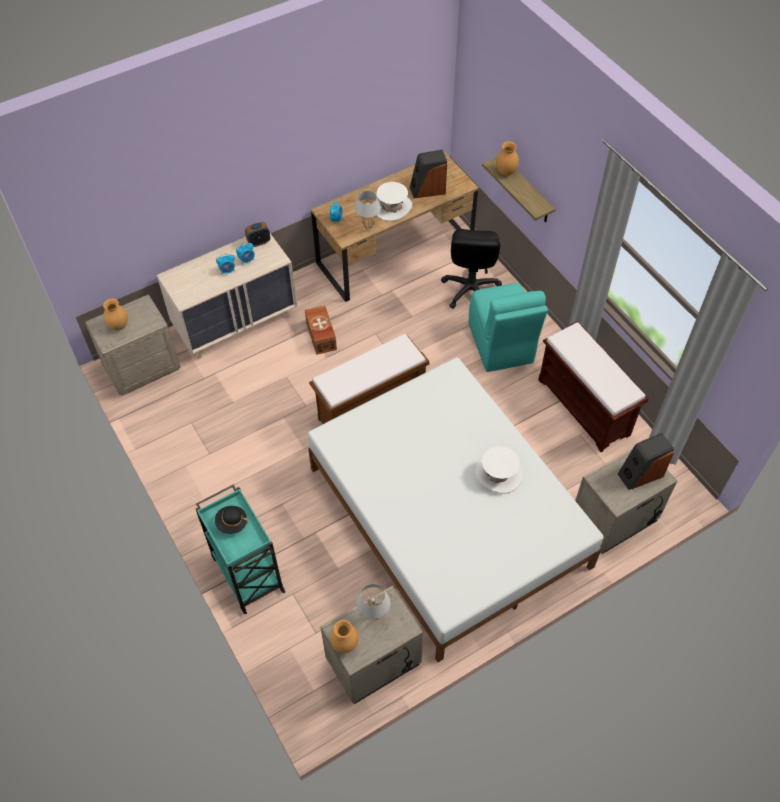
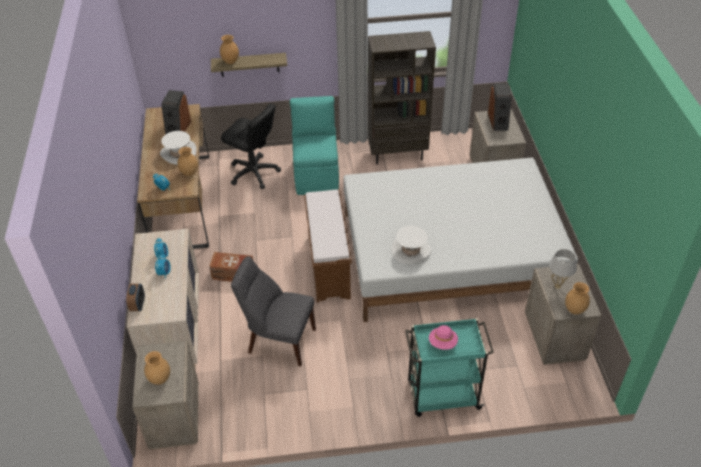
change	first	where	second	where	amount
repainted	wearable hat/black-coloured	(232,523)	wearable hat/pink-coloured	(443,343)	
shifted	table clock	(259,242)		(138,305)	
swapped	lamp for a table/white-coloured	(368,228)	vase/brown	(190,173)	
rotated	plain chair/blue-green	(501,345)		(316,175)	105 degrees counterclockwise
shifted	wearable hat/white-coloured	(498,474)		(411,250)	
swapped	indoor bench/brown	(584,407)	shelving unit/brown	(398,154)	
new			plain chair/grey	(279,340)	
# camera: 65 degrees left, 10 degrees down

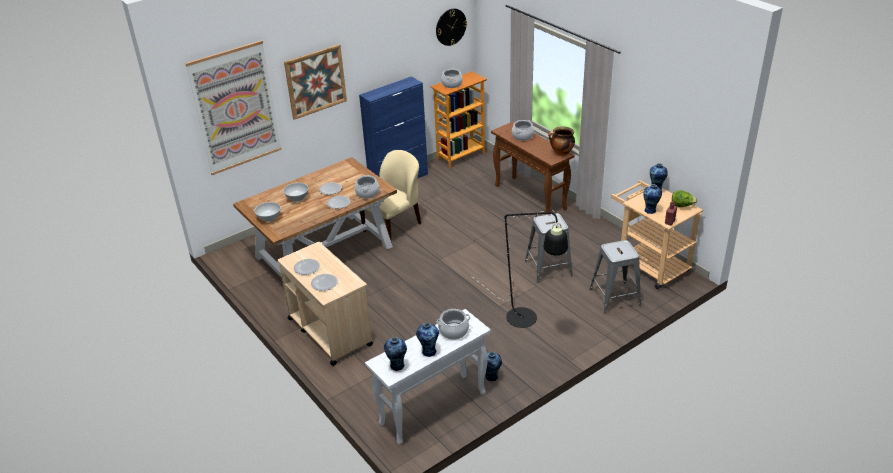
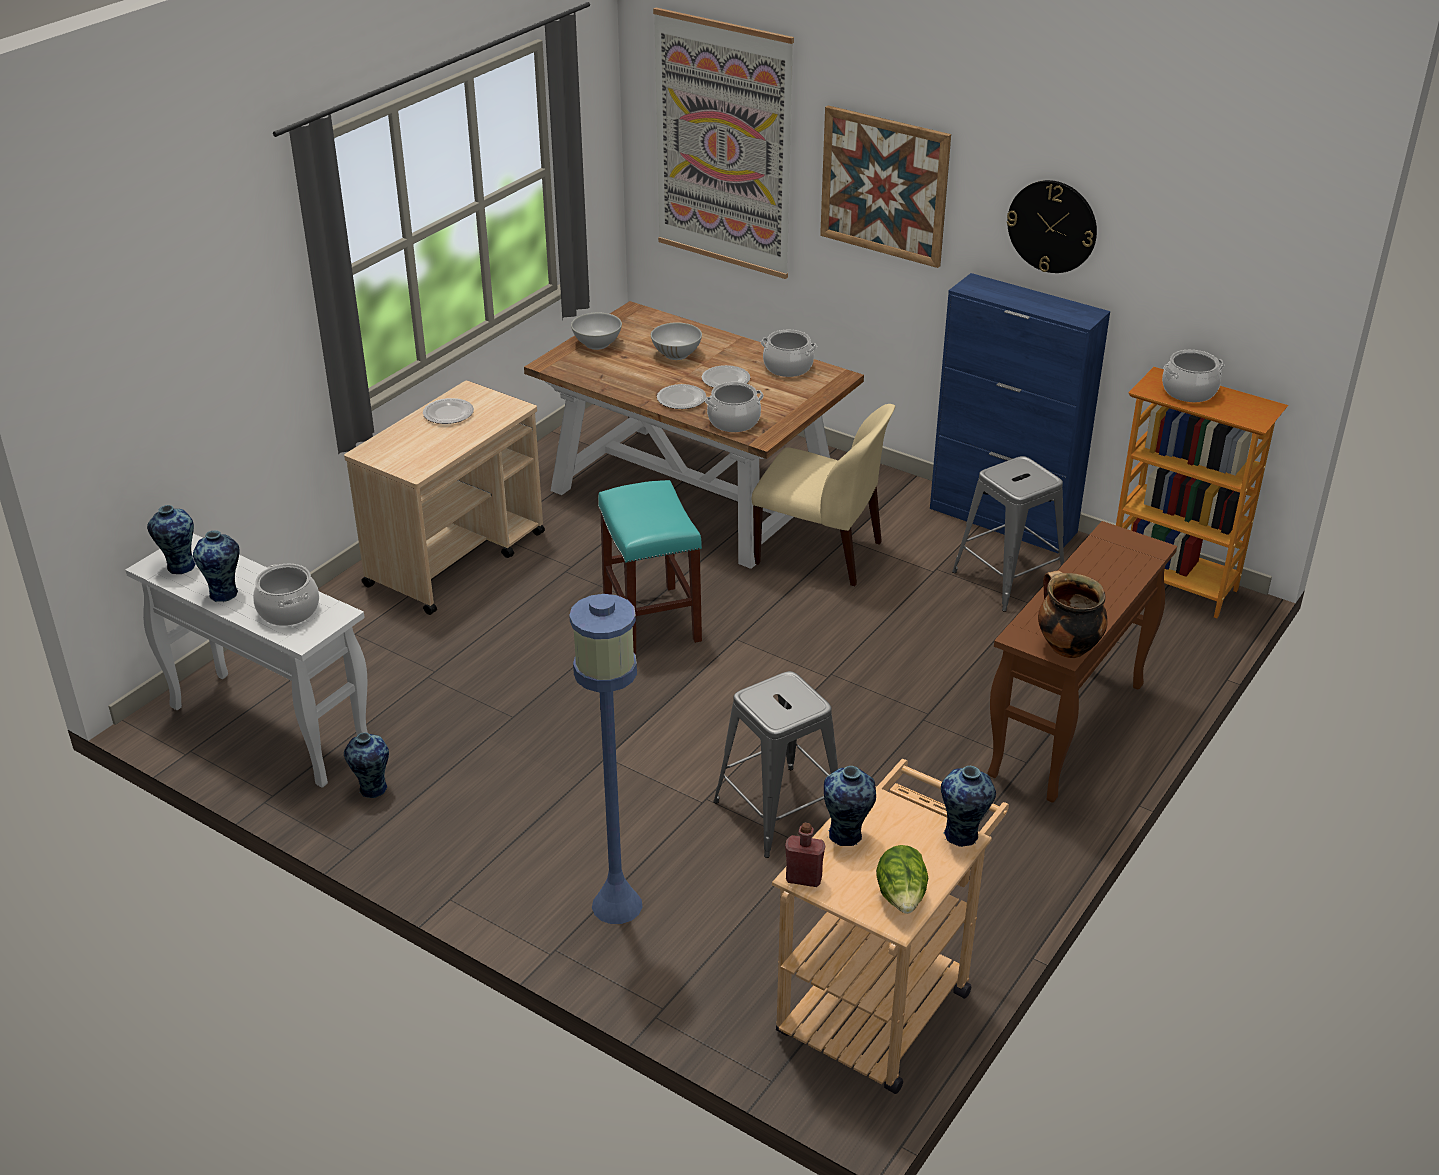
change	first	where	second	where	amount
gone	dinner plate	(324,283)			
shifted	wall clock	(450,27)		(1052,226)	
gone	floor lamp/black-coloured	(527,321)			
shifted	stockpot	(523,136)		(788,367)	
shifted	stool seat/grey	(615,297)		(1008,579)	
new			floor lamp/blue-coloured	(616,905)	
new			stool seat/blue-green	(653,620)	
# camera: 70 degrees right, 0 degrees up

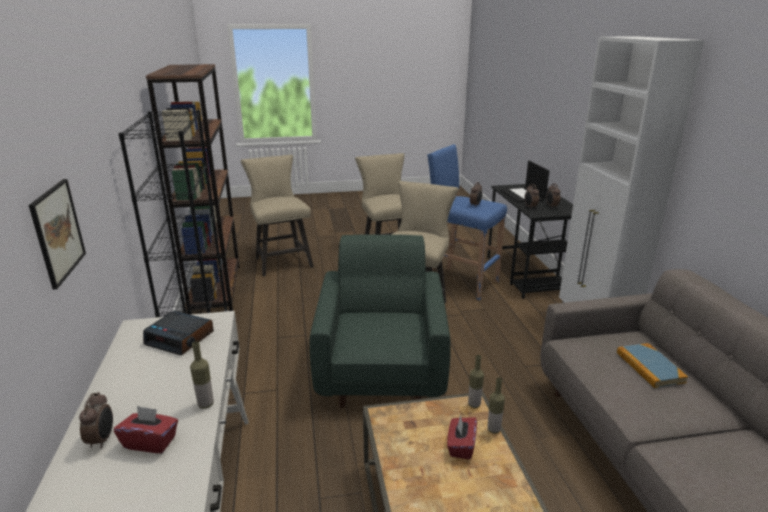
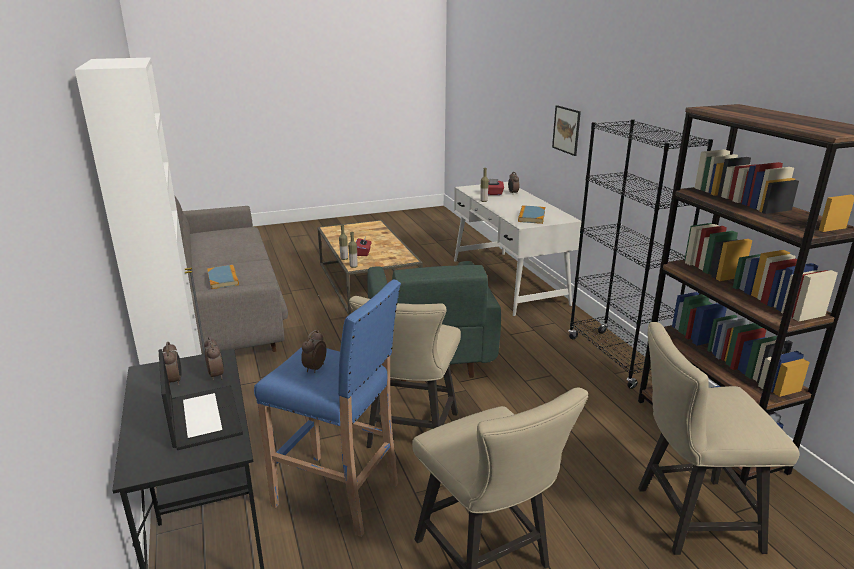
change	first	where	second	where	amount
swapped	table clock	(180,338)	bound book	(531,216)	
rotated	plain chair/beige	(281,261)		(688,518)	120 degrees clockwise
# camera: 170 degrees right, 0 degrees up

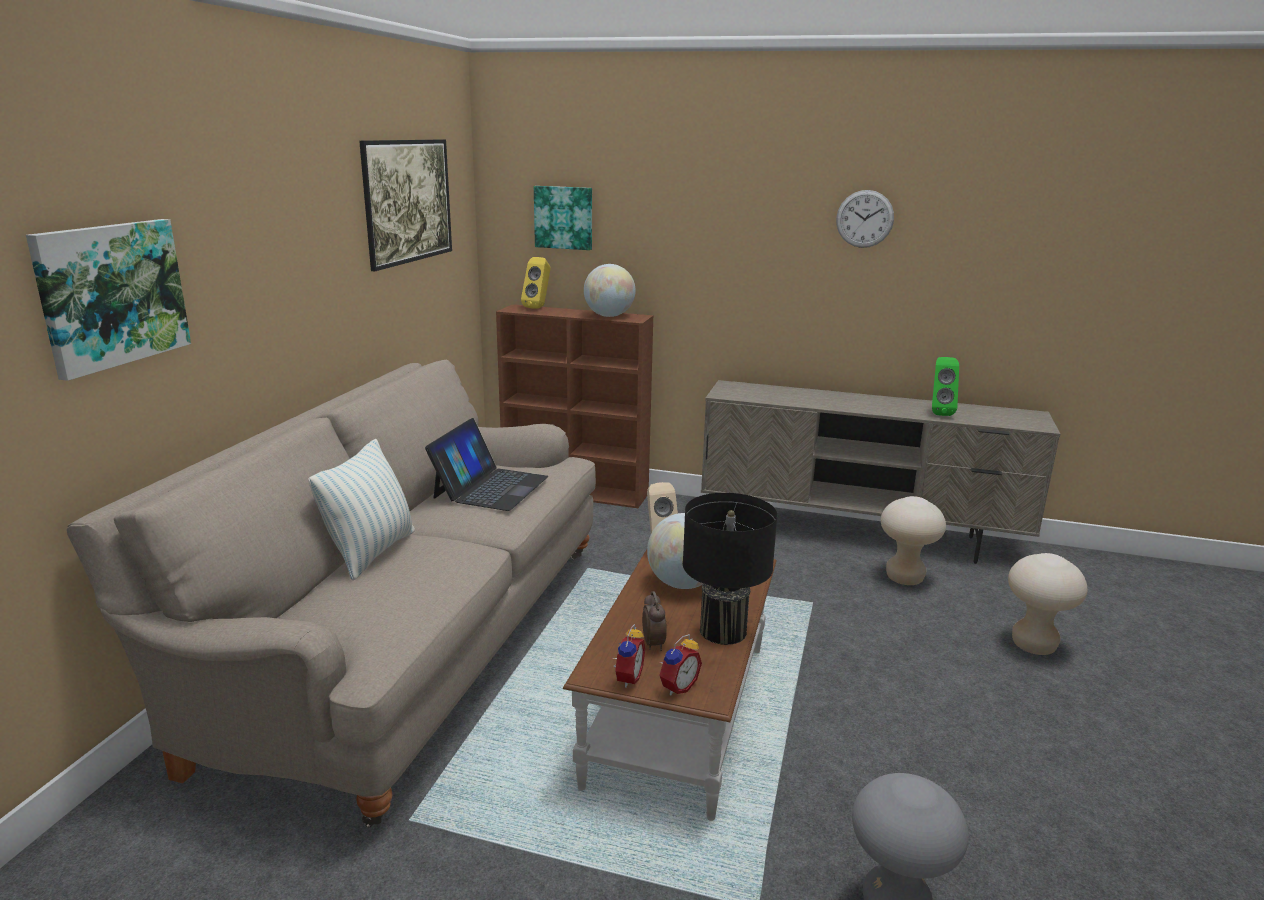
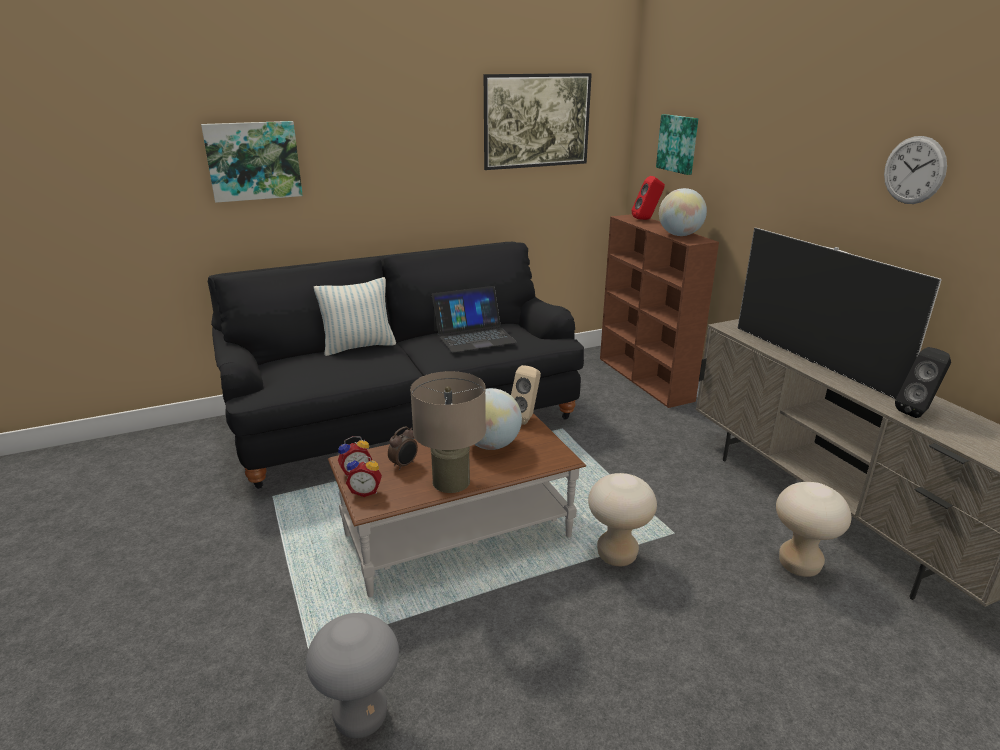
change	first	where	second	where	amount
repainted	settee/beige	(410,644)	settee/black-coloured	(405,420)	
repainted	loudspeaker/yellow	(538,307)	loudspeaker/reddish	(646,219)	
repainted	lamp for a table/black-coloured	(723,631)	lamp for a table/beige	(451,482)	
repainted	loudspeaker/green-coloured	(939,413)	loudspeaker/black-coloured	(917,412)	
shifted	stool seat/beige	(1033,645)		(616,555)	
new			television	(812,361)	
# camera: 50 degrees right, 5 degrees up

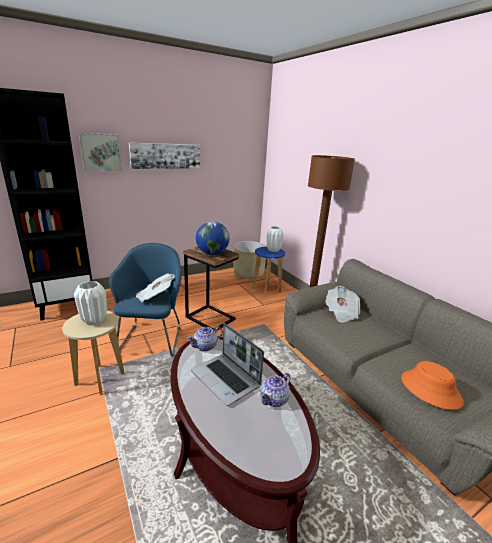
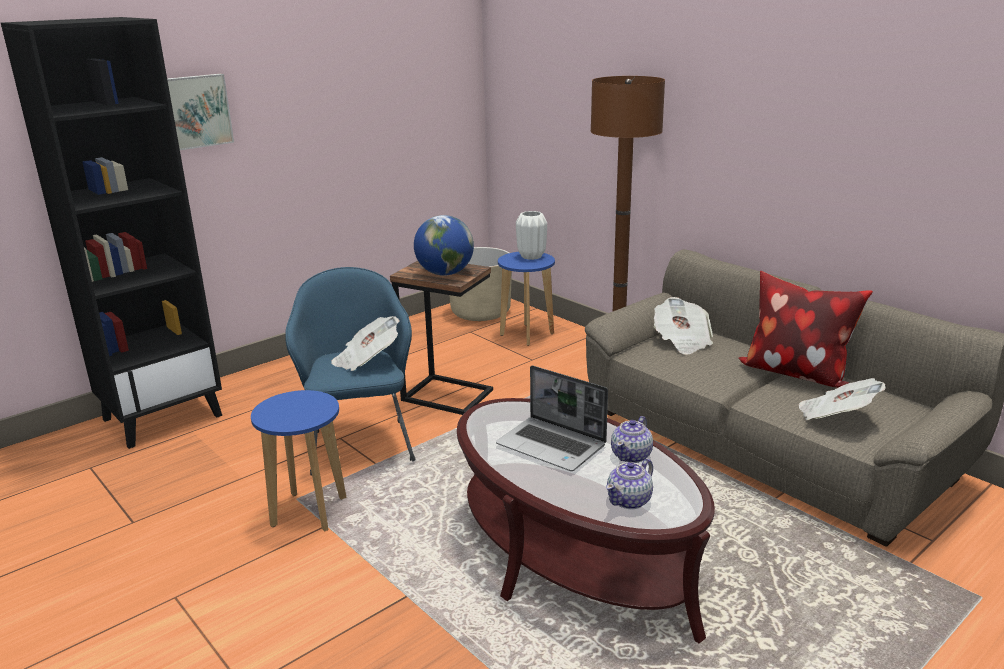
change	first	where	second	where	amount
repainted	stool seat/beige	(100,379)	stool seat/blue-coloured	(309,511)	
gone	vase/white-coloured	(94,320)			
gone	picture	(166,156)			
shifted	teapot	(205,346)		(630,500)	
swapped	wearable hat/orangey	(430,389)	newspaper	(835,417)	
new			throw pillow	(795,373)	
# camera: 10 degrees left, 0 degrees up

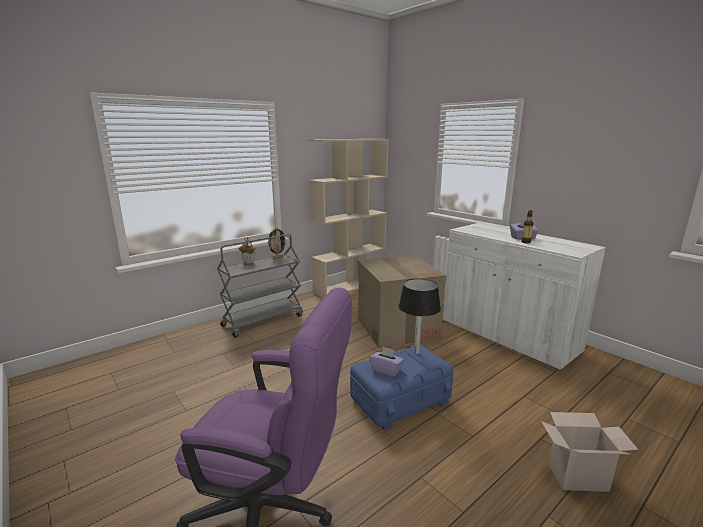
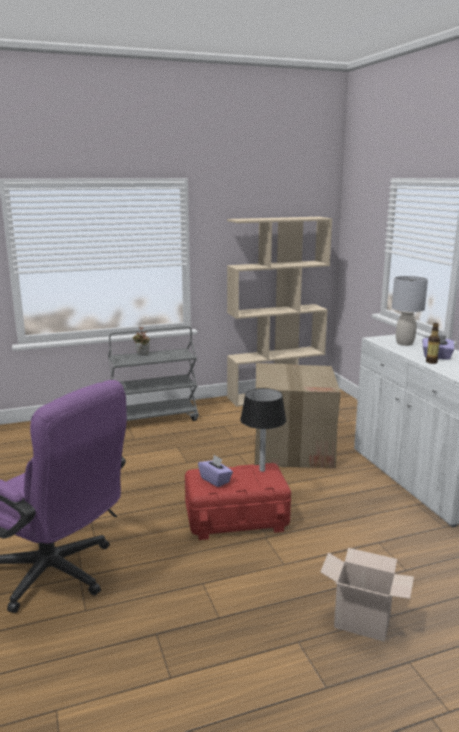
change	first	where	second	where	amount
gone	picture frame	(277,257)			
repainted	storage bin/blue-coloured	(400,401)	storage bin/reddish	(236,518)	
new			lamp for a table/grey	(404,343)	
# camera: 20 degrees right, 0 degrees up

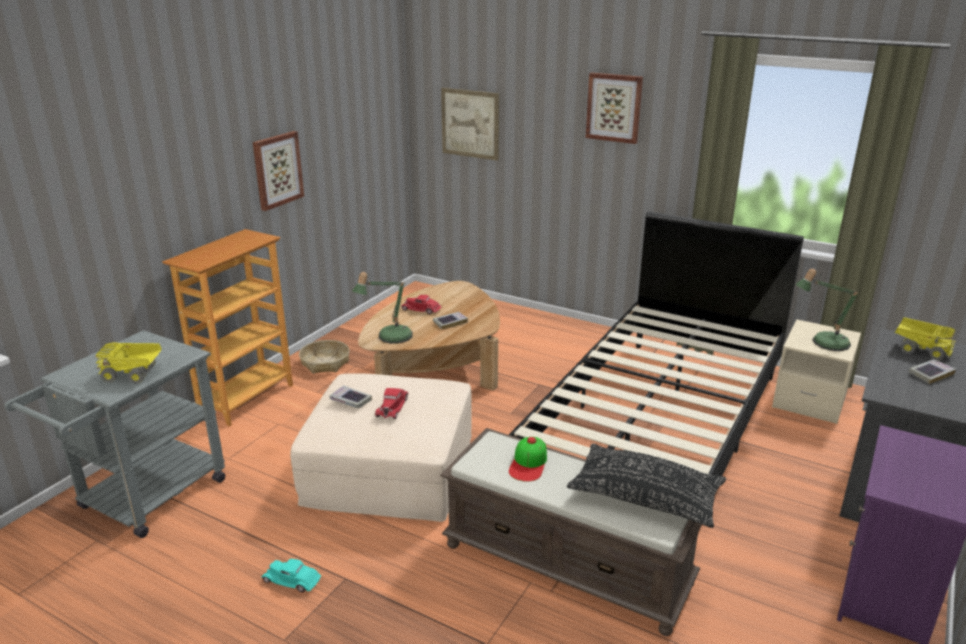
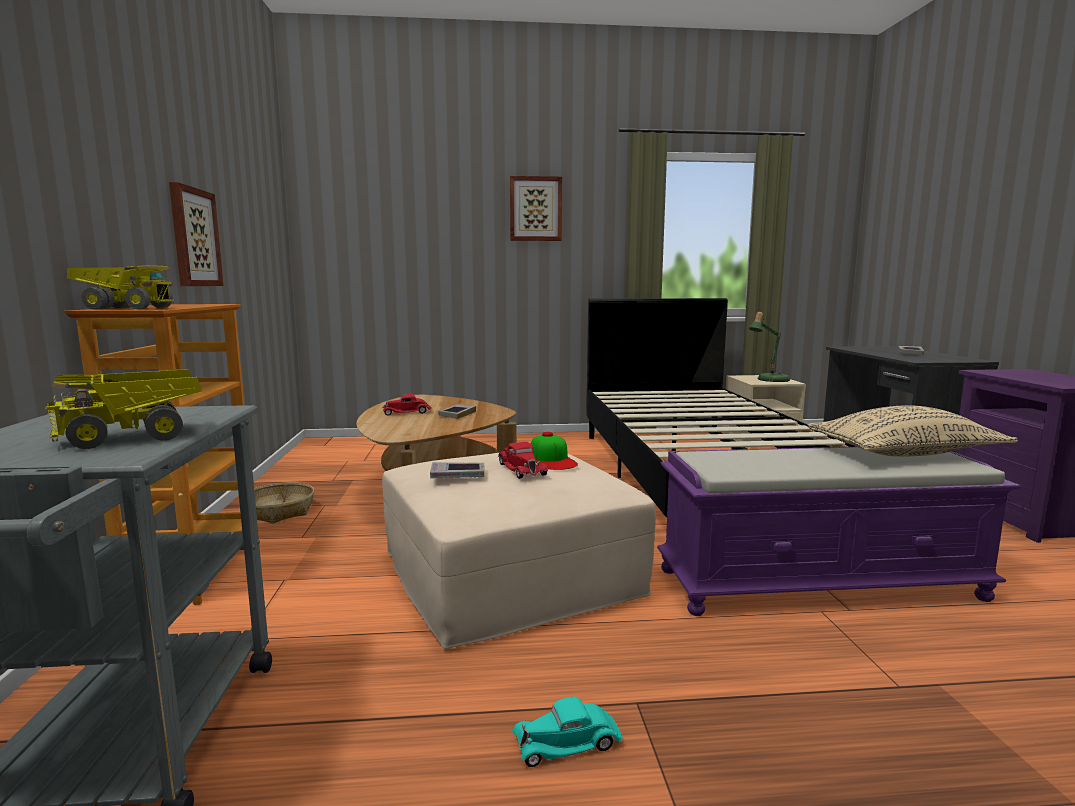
change	first	where	second	where	amount
gone	lamp for a table	(390,337)			
repainted	indoor bench/brown	(568,564)	indoor bench/purple	(819,583)	
gone	picture	(470,123)			
shifted	peaked cap	(528,463)		(552,460)	
repainted	throw pillow/black-coloured	(645,498)	throw pillow/beige	(905,453)	
shifted	model truck	(919,350)		(126,308)	
# camera: 35 degrees left, 15 degrees down

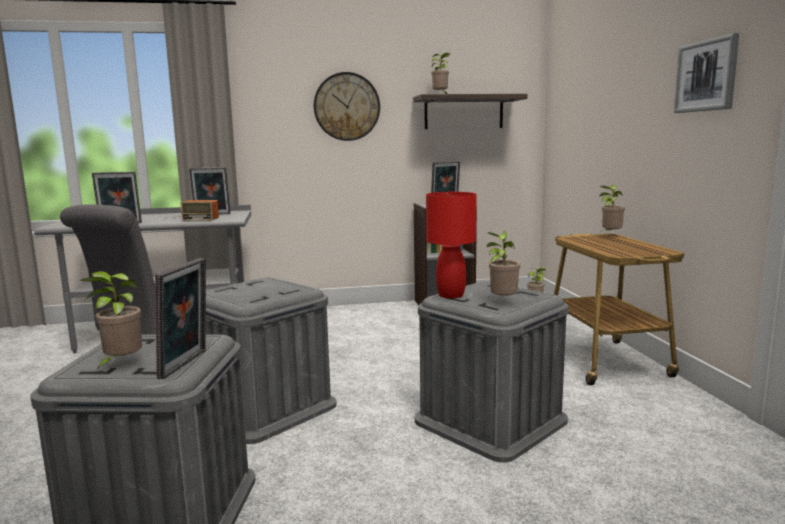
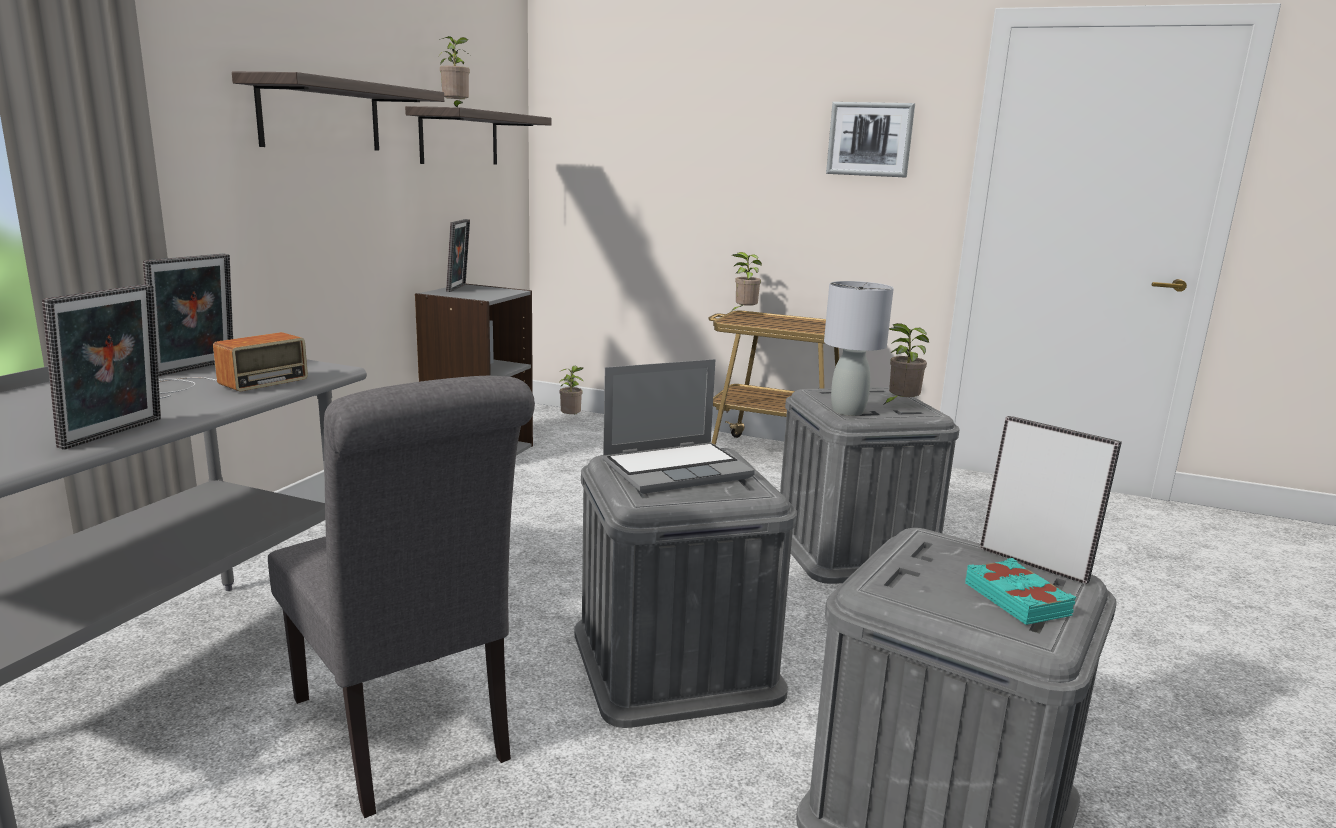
change	first	where	second	where	amount
swapped	houseplant	(121,364)	bound book/blue-green	(1017,599)	
swapped	wall clock	(346,106)	shelf	(321,116)	
repainted	lamp for a table/reddish	(450,295)	lamp for a table/grey	(847,411)	
new			portable computer	(677,469)	
# camera: 60 degrees left, 5 degrees up

